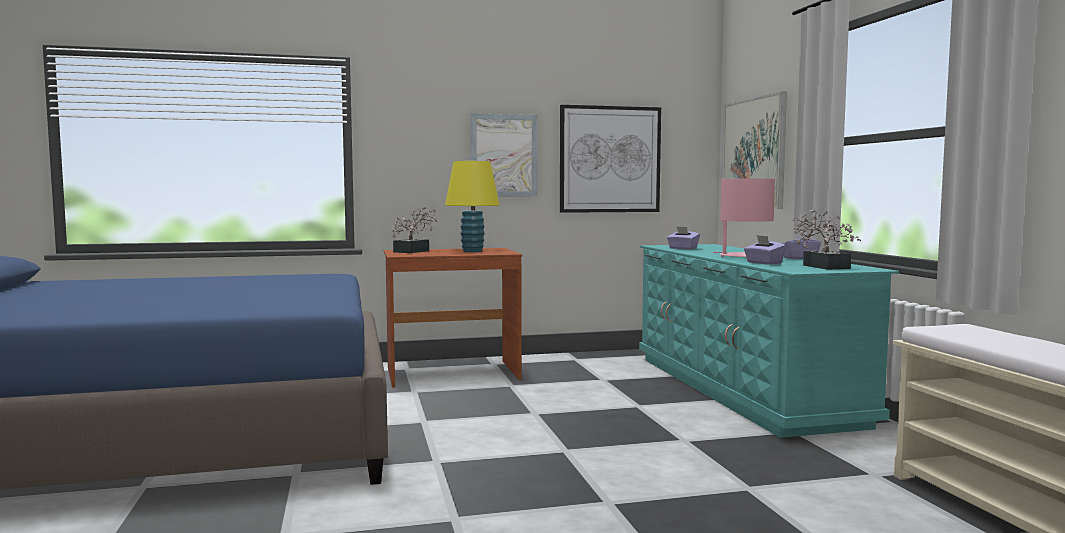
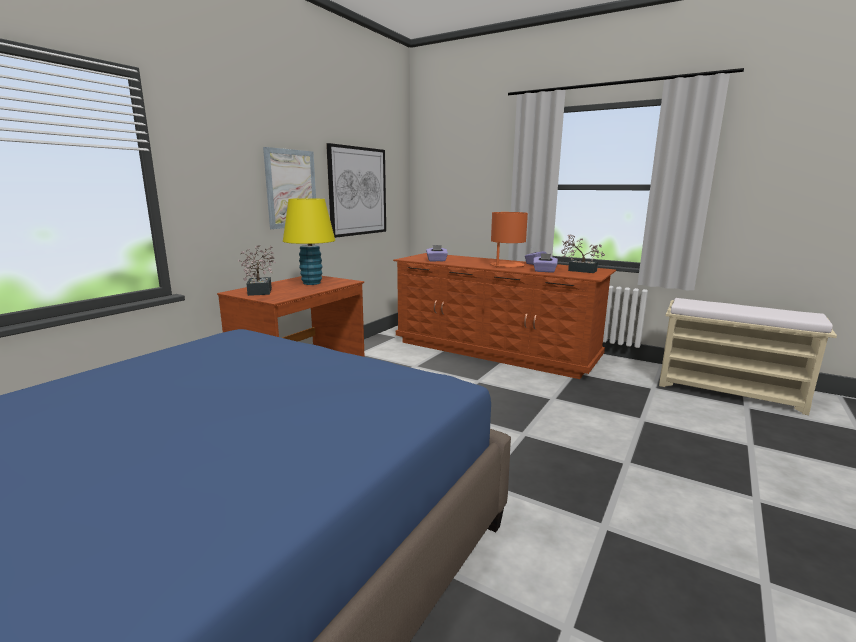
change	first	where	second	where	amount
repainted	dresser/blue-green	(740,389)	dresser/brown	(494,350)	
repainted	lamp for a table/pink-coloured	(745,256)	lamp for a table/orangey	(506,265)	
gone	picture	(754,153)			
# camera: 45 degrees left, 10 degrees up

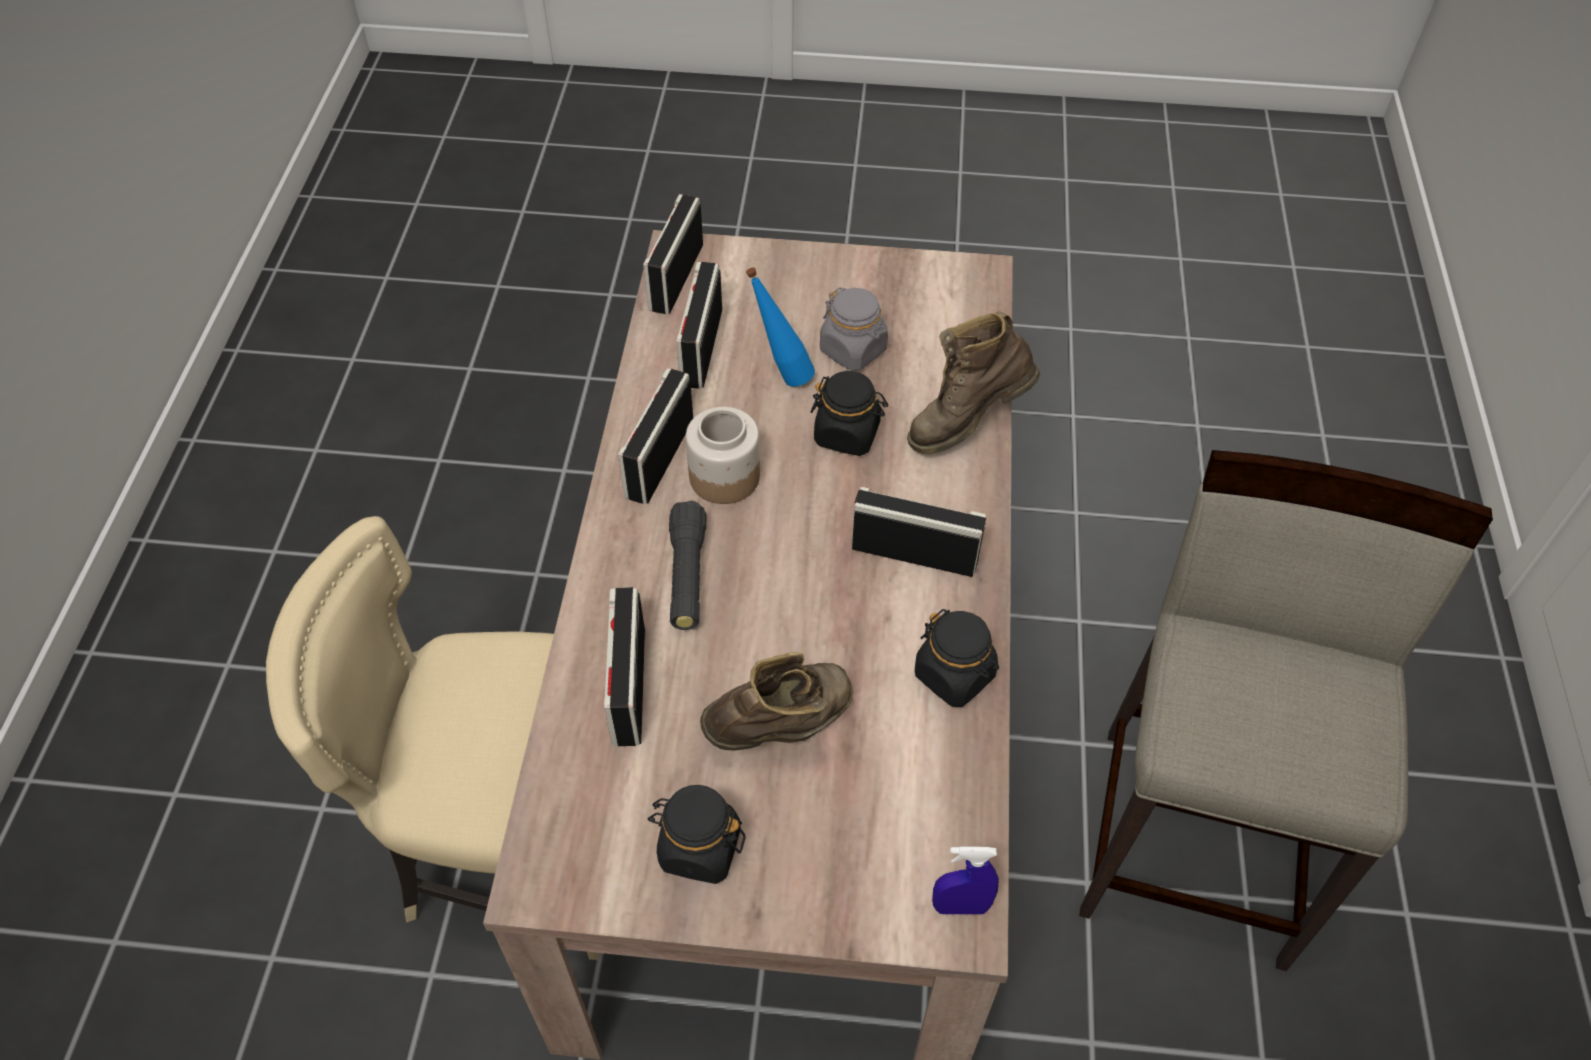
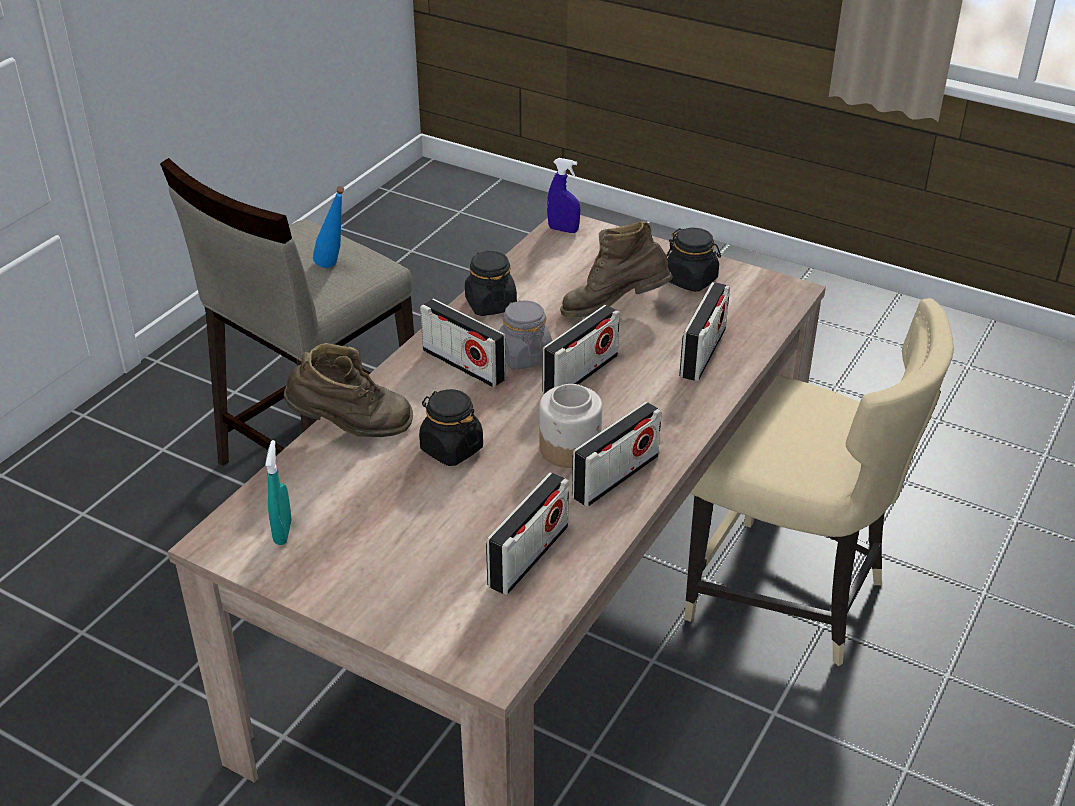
change	first	where	second	where	amount
shifted	radio set	(676,277)		(580,374)	
gone	torch/black-coloured	(687,576)			
shifted	drink bottle/blue-coloured	(781,374)		(334,267)	
shifted	storage jar/grey	(853,350)		(524,356)	
new			hand sprayer/blue-green	(283,532)	
# camera: 155 degrees left, 15 degrees down

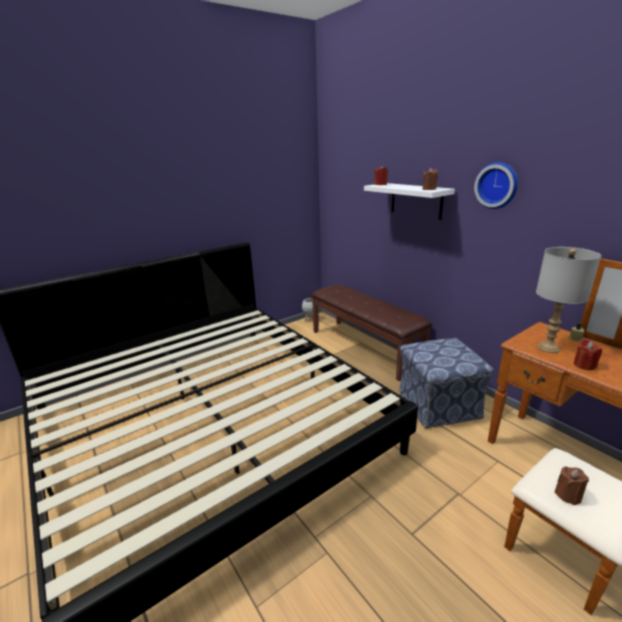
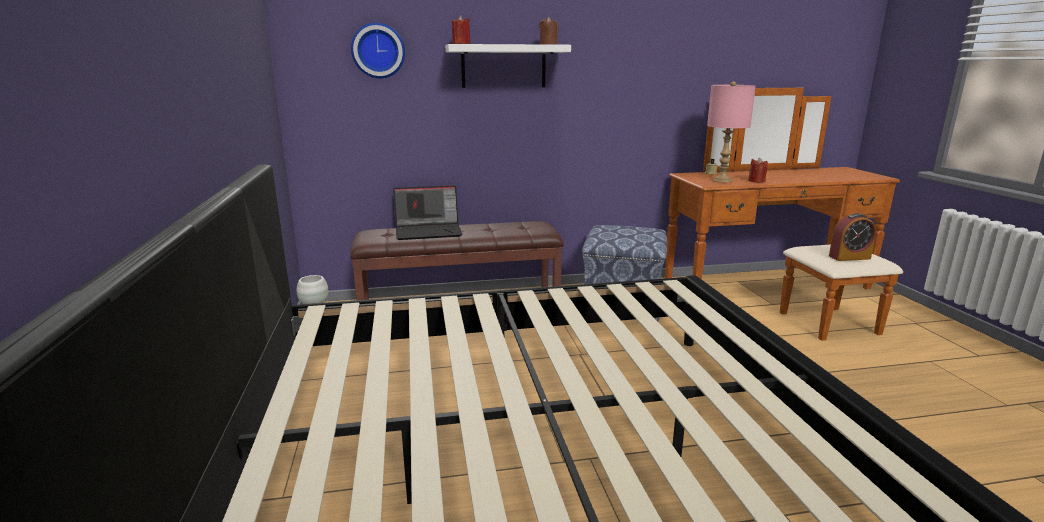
change	first	where	second	where	amount
shifted	wall clock	(497,185)		(378,51)	
repainted	lamp for a table/grey	(548,347)	lamp for a table/pink-coloured	(721,181)	
swapped	wax light/brown	(568,495)	table clock	(849,257)	
new			portable computer	(429,231)	
# camera: 65 degrees left, 5 degrees down

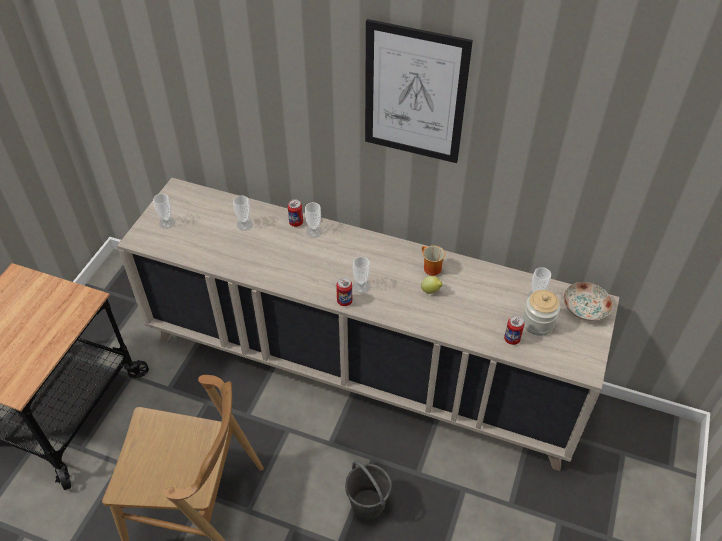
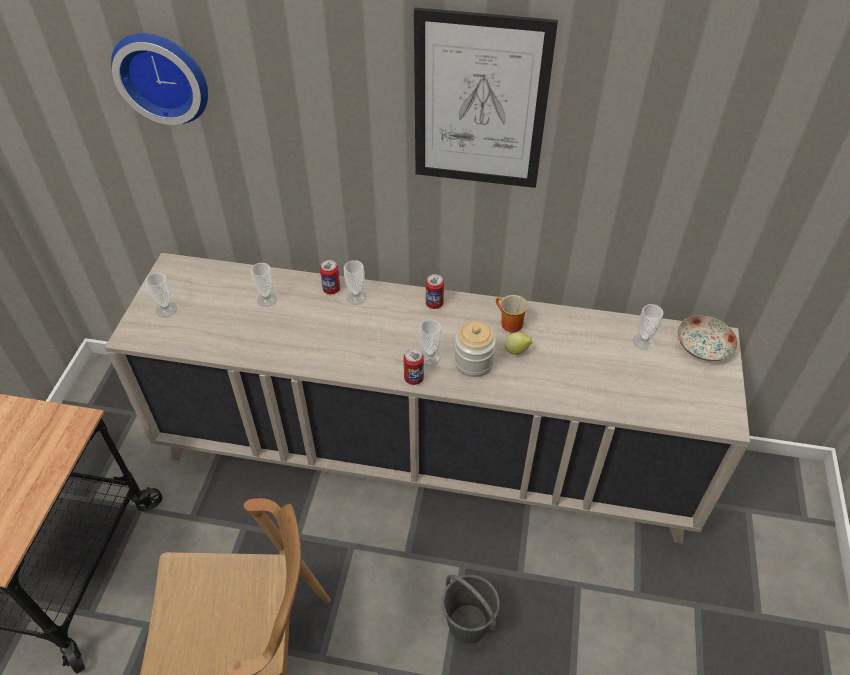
change	first	where	second	where	amount
shifted	metal can	(512,339)		(434,303)	
shifted	storage jar	(537,323)		(473,362)	
new			wall clock	(163,75)	
# camera: 10 degrees left, 0 degrees up

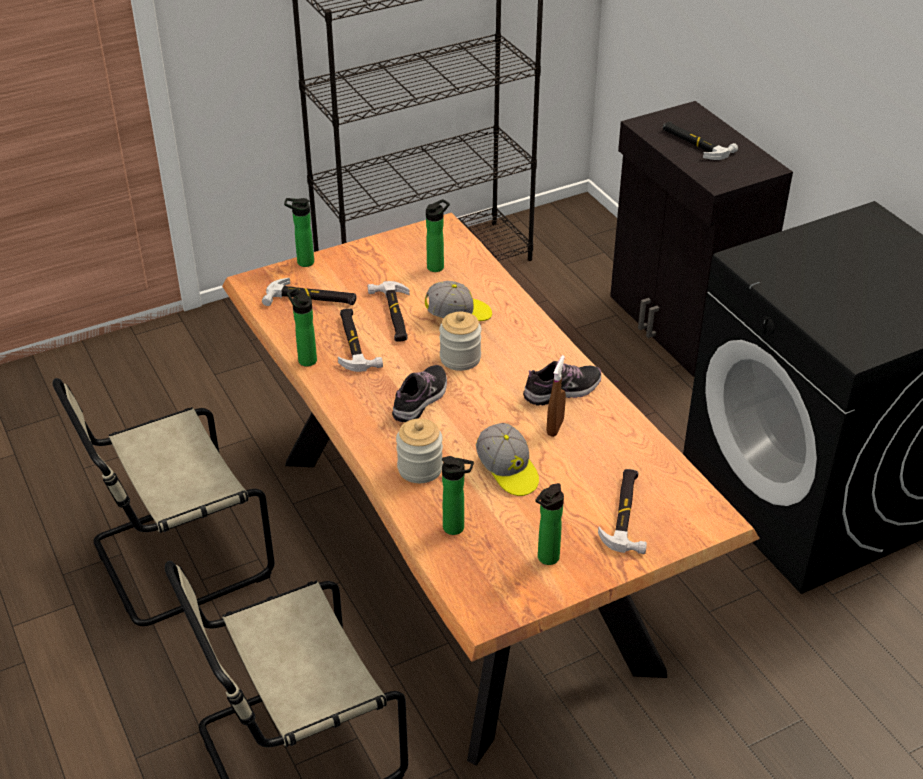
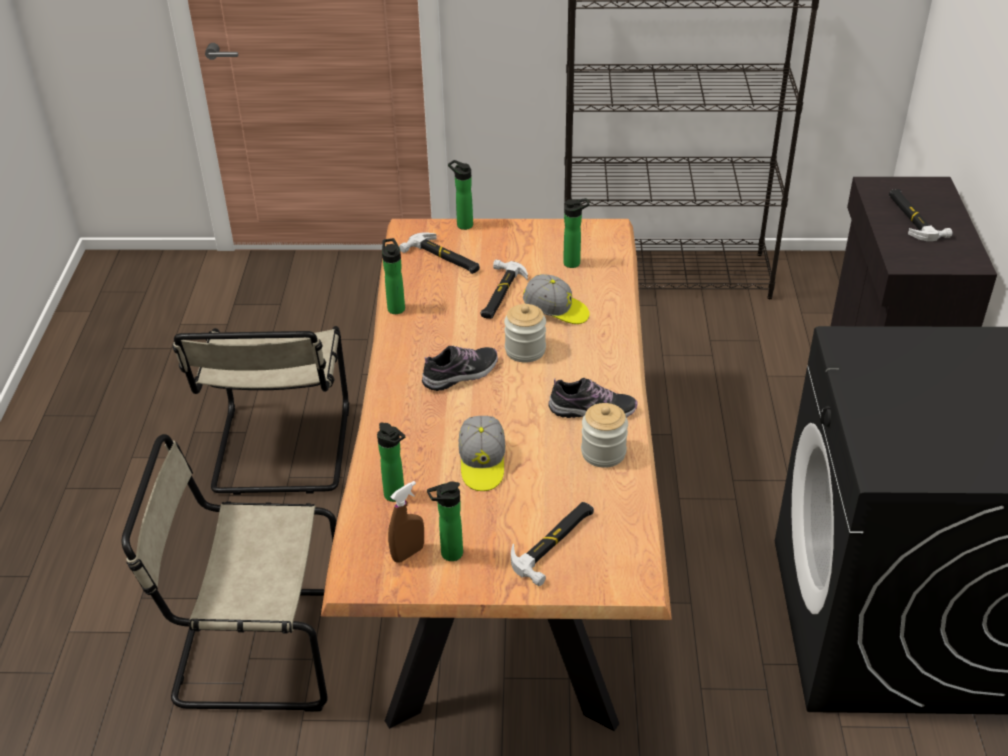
change	first	where	second	where	amount
rotated	plain chair/beige	(175,559)		(281,452)	90 degrees counterclockwise
gone	hand hammer	(355,342)			
shifted	storage jar	(420,468)		(603,453)	
shifted	hand sprayer/brown	(555,427)		(408,553)	
# camera: 30 degrees right, 0 degrees up

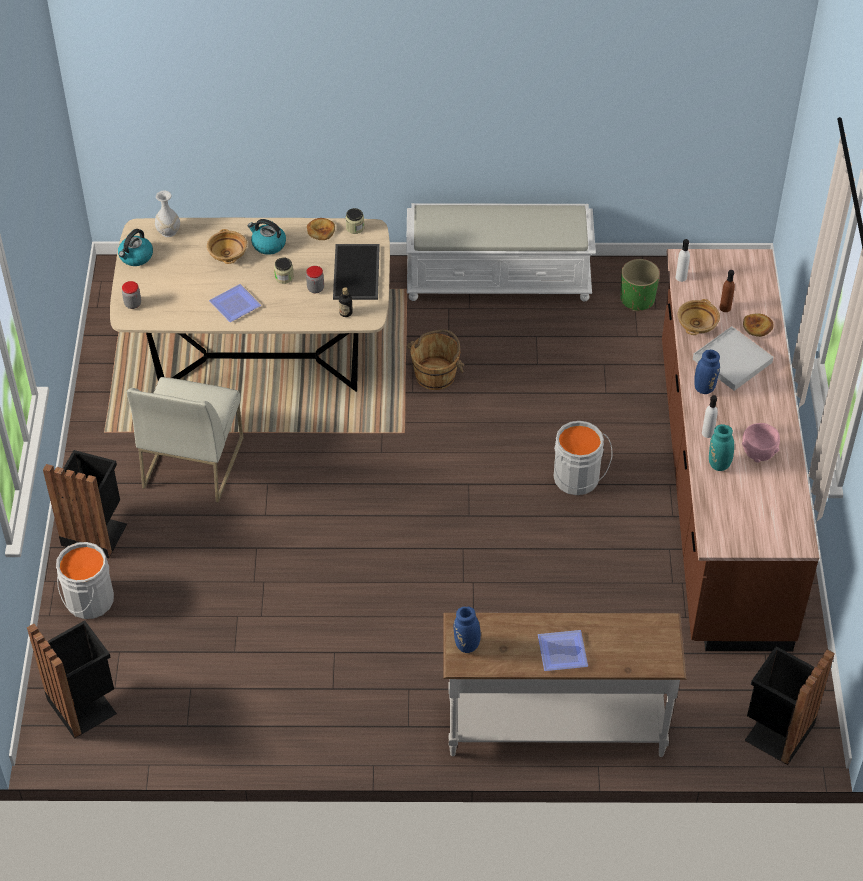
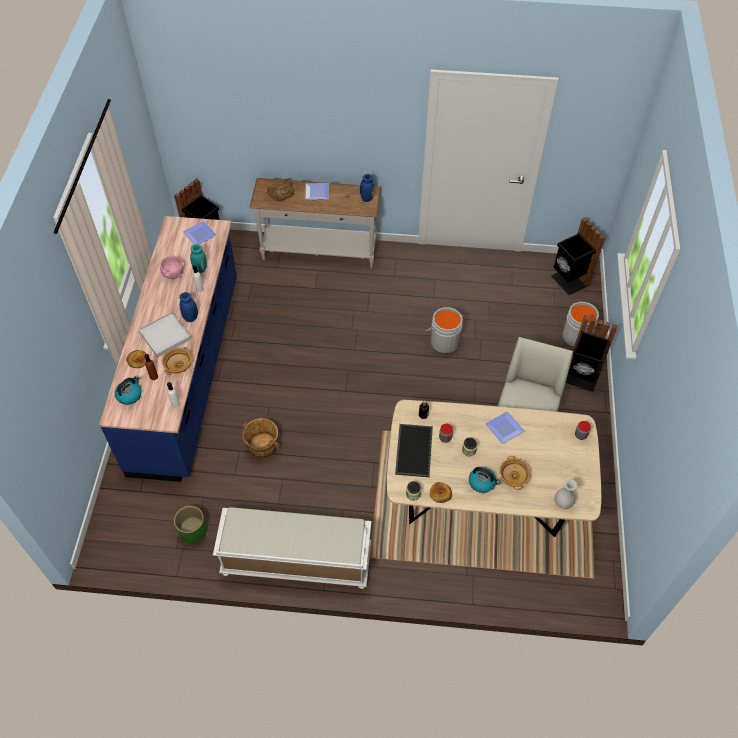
change	first	where	second	where	amount
shifted	water kettle	(136,257)		(129,395)	
shifted	bucket/brown	(435,374)		(262,446)	
shifted	bucket/grey	(577,479)		(444,340)	
repainted	kitchen counter/brown	(719,491)	kitchen counter/blue-coloured	(187,373)	
new			dinner plate	(200,233)	
new			baked bread	(281,192)	
# camera: 175 degrees left, 5 degrees up

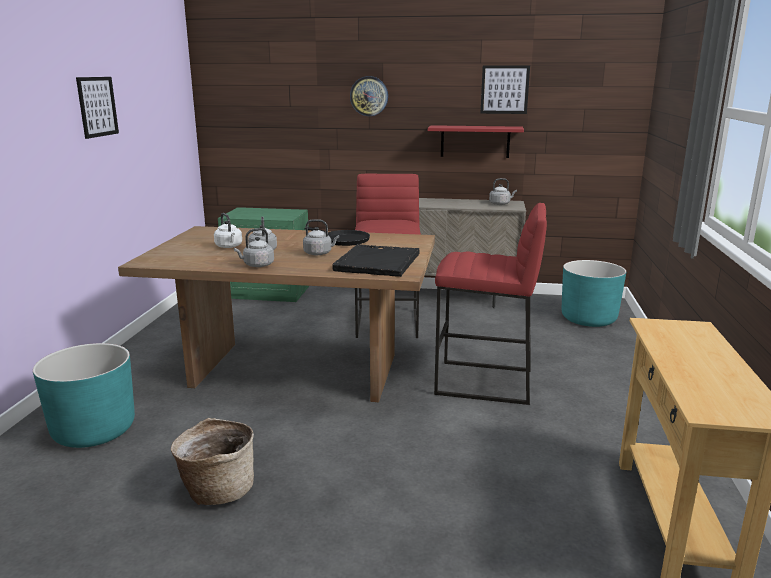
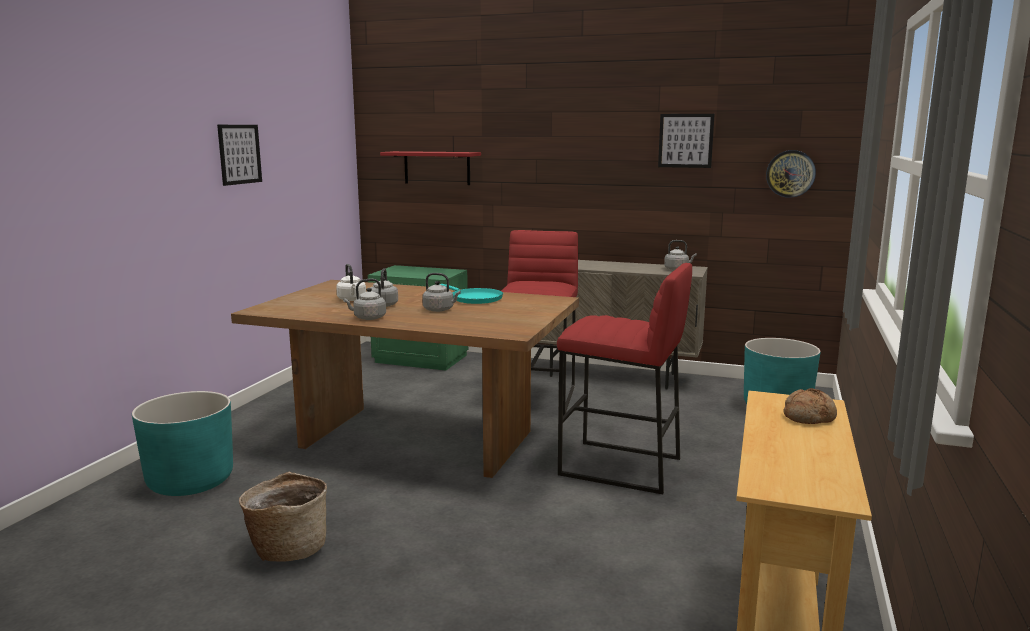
change	first	where	second	where	amount
repainted	skillet/black-coloured	(343,240)	skillet/blue-green	(474,298)	
gone	tray/black-coloured	(377,262)			
shifted	wall clock	(369,96)		(790,173)	
shifted	shelf/reddish	(475,141)		(437,168)	
new			baked bread	(808,417)	
# camera: 10 degrees right, 5 degrees down

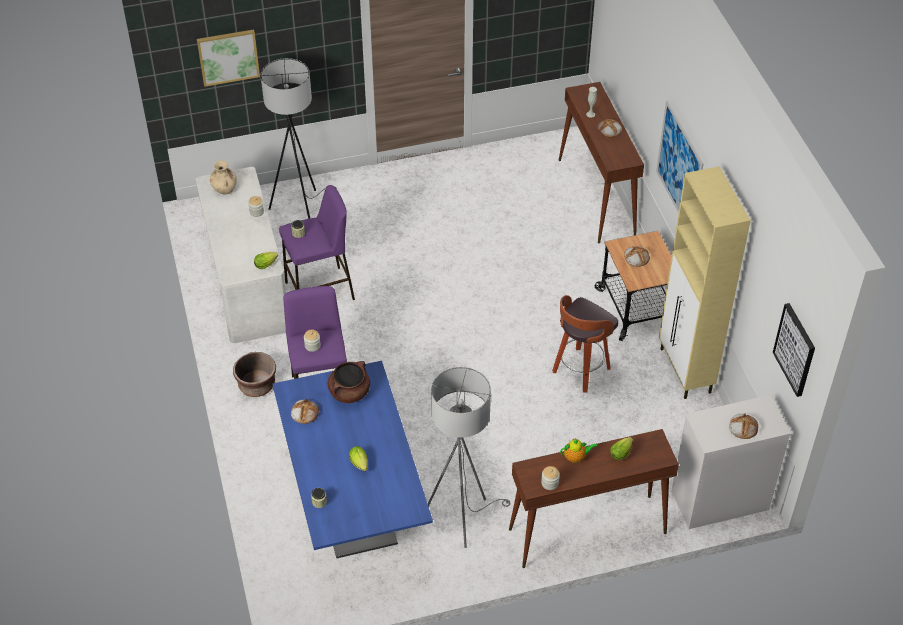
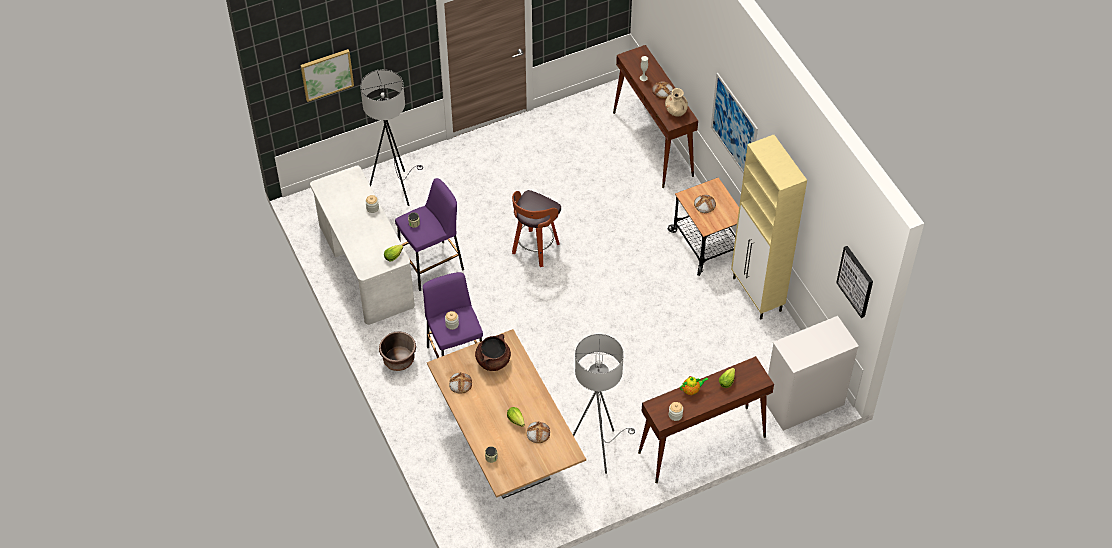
change	first	where	second	where	amount
shifted	vase/beige	(224,189)		(676,111)	
repainted	kitchen table/blue-coloured	(354,504)	kitchen table/brown	(506,451)	
shifted	stool seat	(580,371)		(535,249)	
shifted	baked bread	(743,427)		(538,433)	
# camera: 10 degrees left, 5 degrees up

